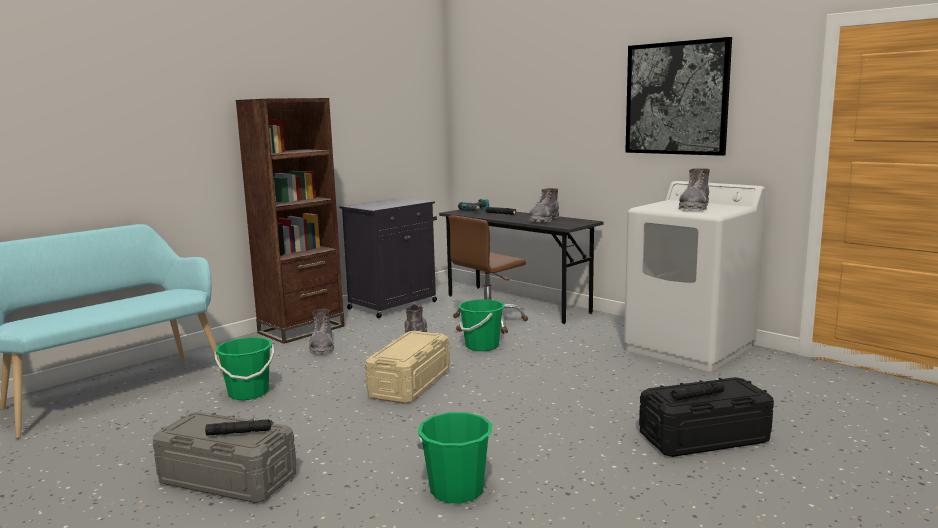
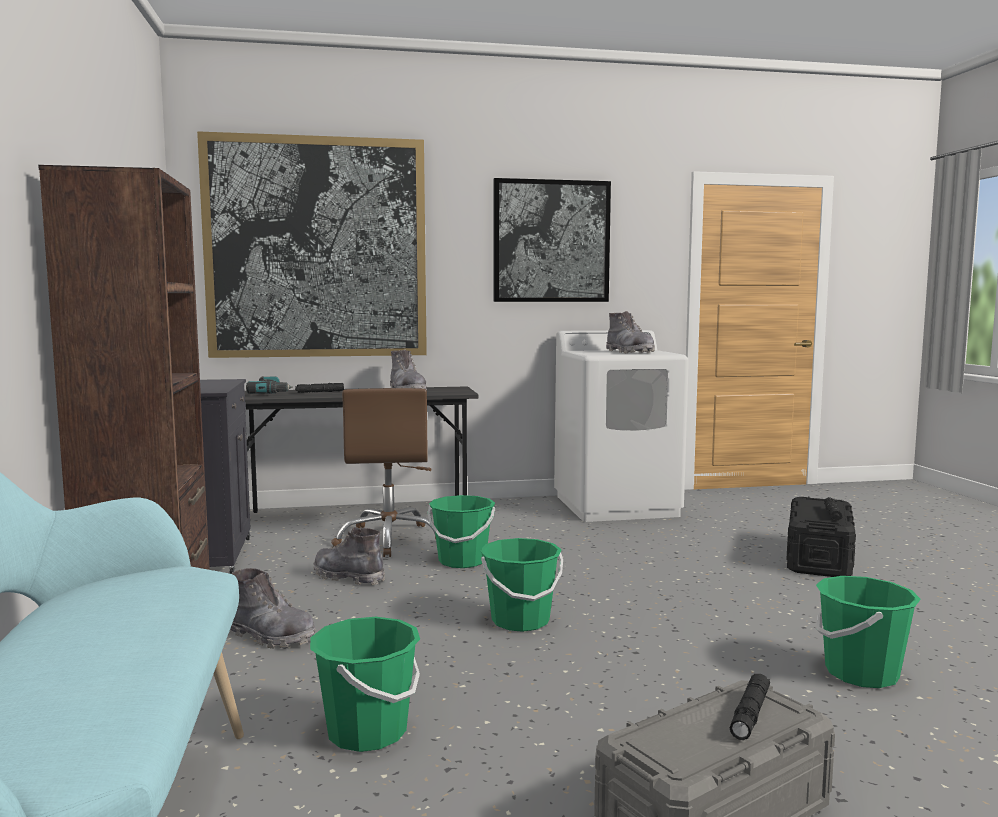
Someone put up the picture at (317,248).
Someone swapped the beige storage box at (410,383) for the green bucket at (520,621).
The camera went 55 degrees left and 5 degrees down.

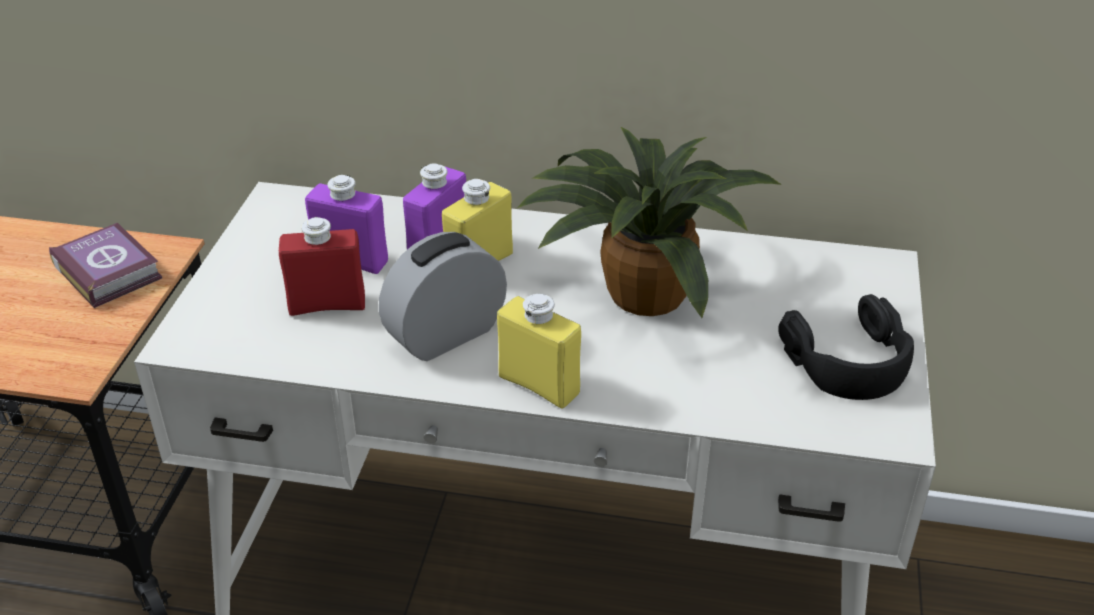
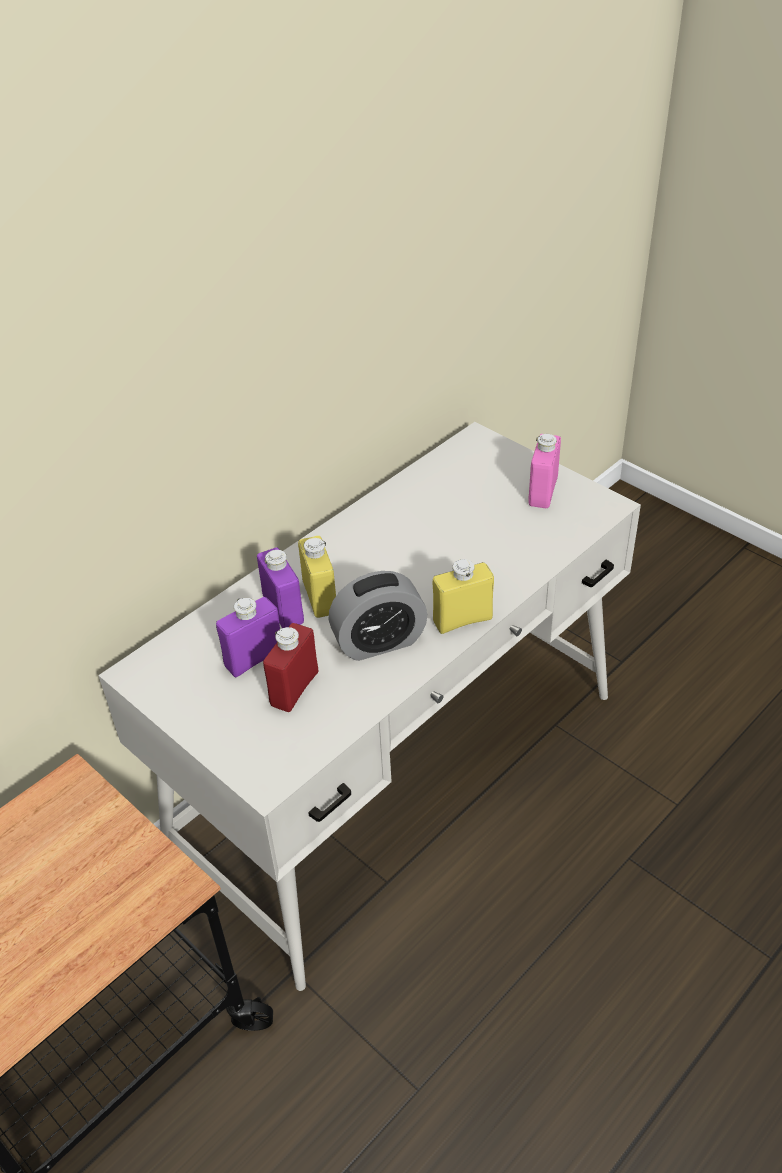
Someone rotated the alarm clock at (446,335) by 105 degrees counterclockwise.
Someone swapped the black headphones at (849,361) for the pink bottle at (543,492).
Someone took away the book at (108,270).
Someone took away the potted plant at (640,291).
The camera went 55 degrees left and 5 degrees up.

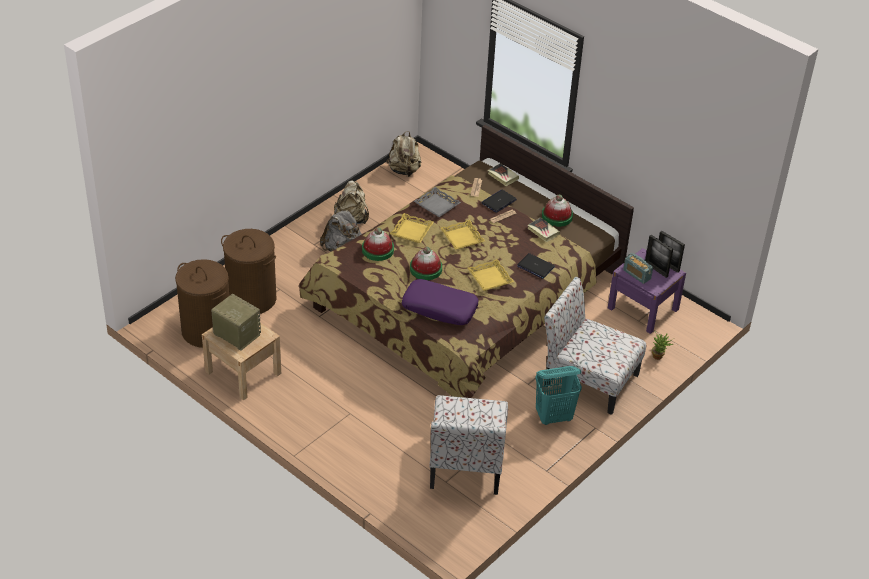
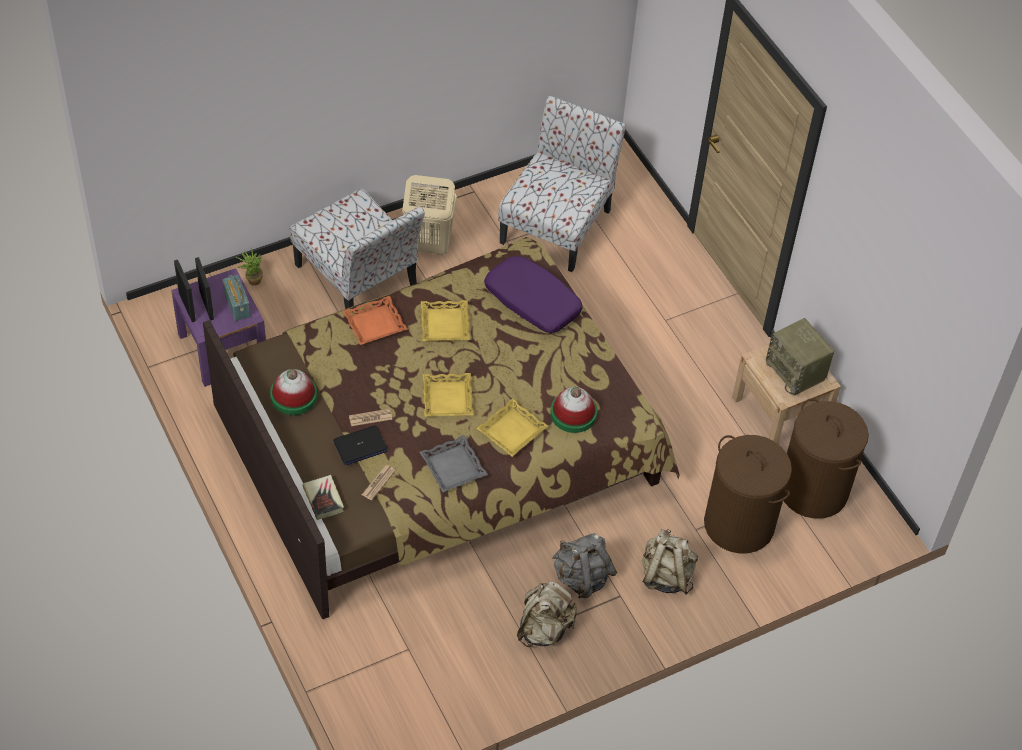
Someone swapped the laptop at (535,266) for the orange tray at (375,324).
Someone repainted the turquoise laundry basket at (554,417), which became the beige laundry basket at (428,245).
Someone carried the beige backpack from (404,170) to (666,575).
Someone took away the hat at (426,269).
Someone took away the book at (543,231).
The camera went 160 degrees left and 10 degrees up.

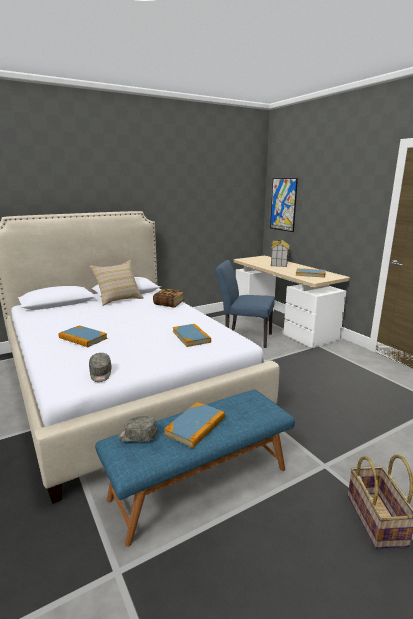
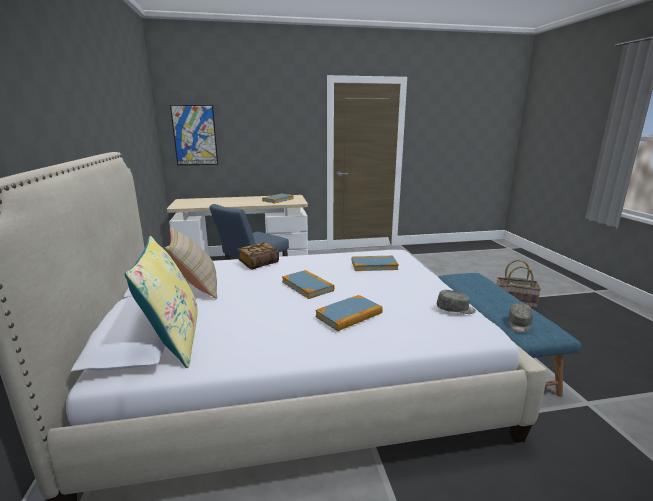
Someone put down the yellow pillow at (173,340).
Someone carried the book from (195,426) to (307,286).
Someone took away the toy house at (279,263).
The camera went 70 degrees left and 0 degrees up.

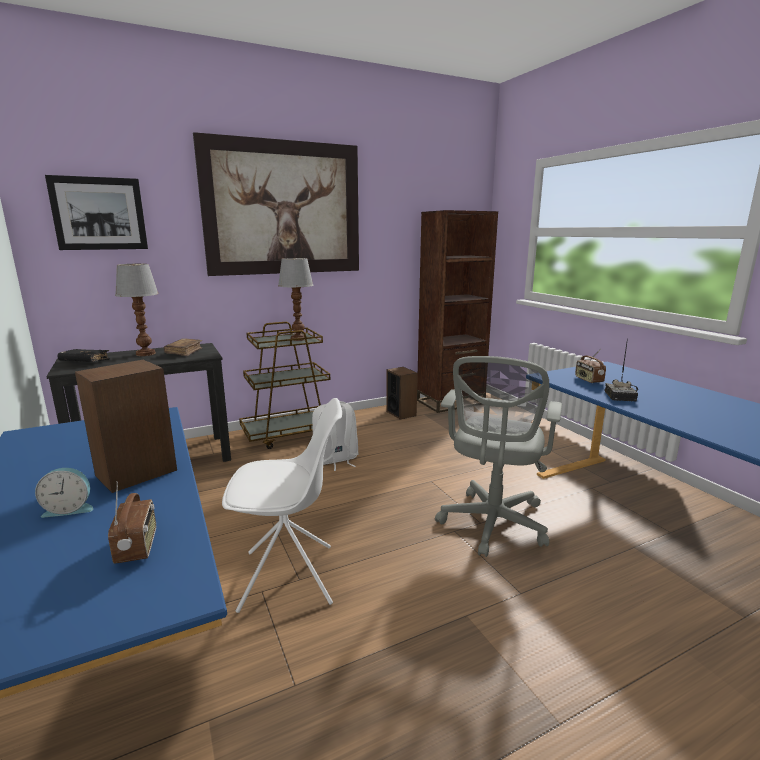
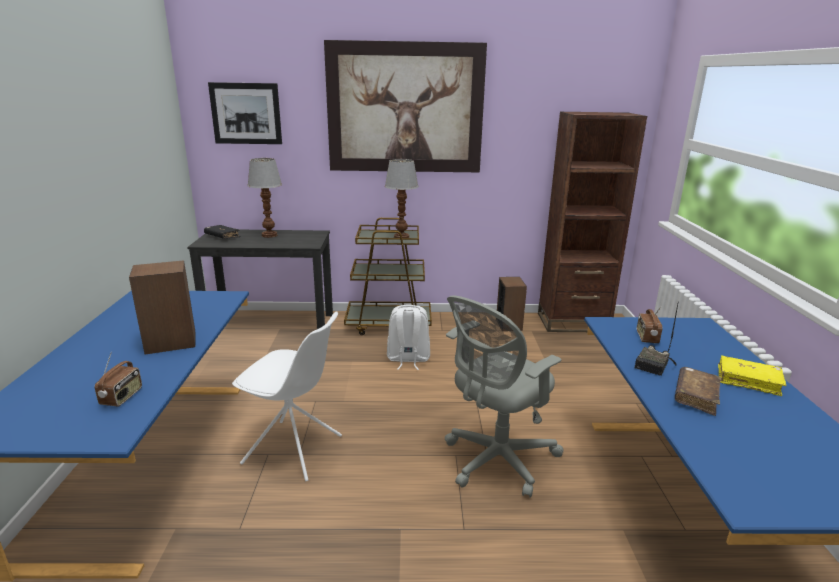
Someone carried the brown book from (184,352) to (696,396).
Someone put down the yellow book at (748,381).
Someone took away the alarm clock at (69,509).
The camera went 25 degrees right and 5 degrees up.

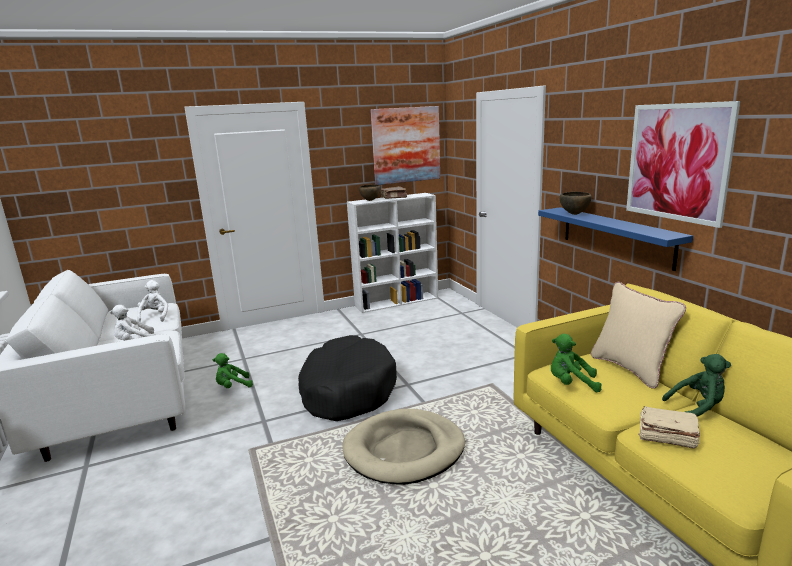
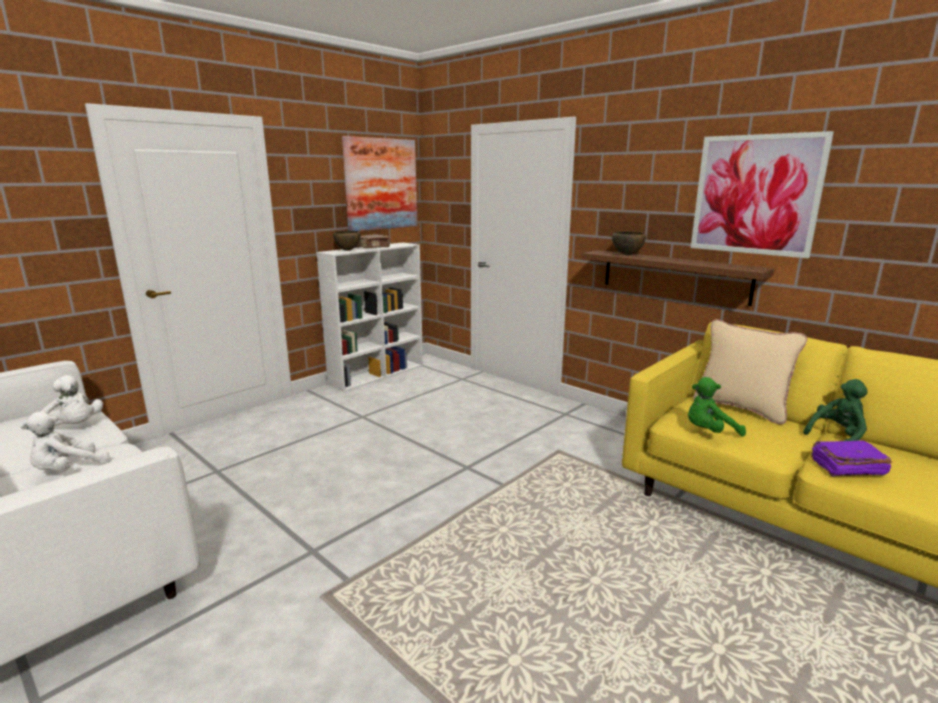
Someone rotated the white plush toy at (155,316) by 150 degrees clockwise.
Someone repainted the blue shelf at (615,236), which became the brown shelf at (674,276).
Someone repainted the beige book at (666,436), which became the purple book at (846,468).
Someone took away the green plush toy at (233,387).
Someone took away the black dog bed at (347,390).
Someone took away the beige dog bed at (404,450).
The camera went 25 degrees left and 0 degrees up.

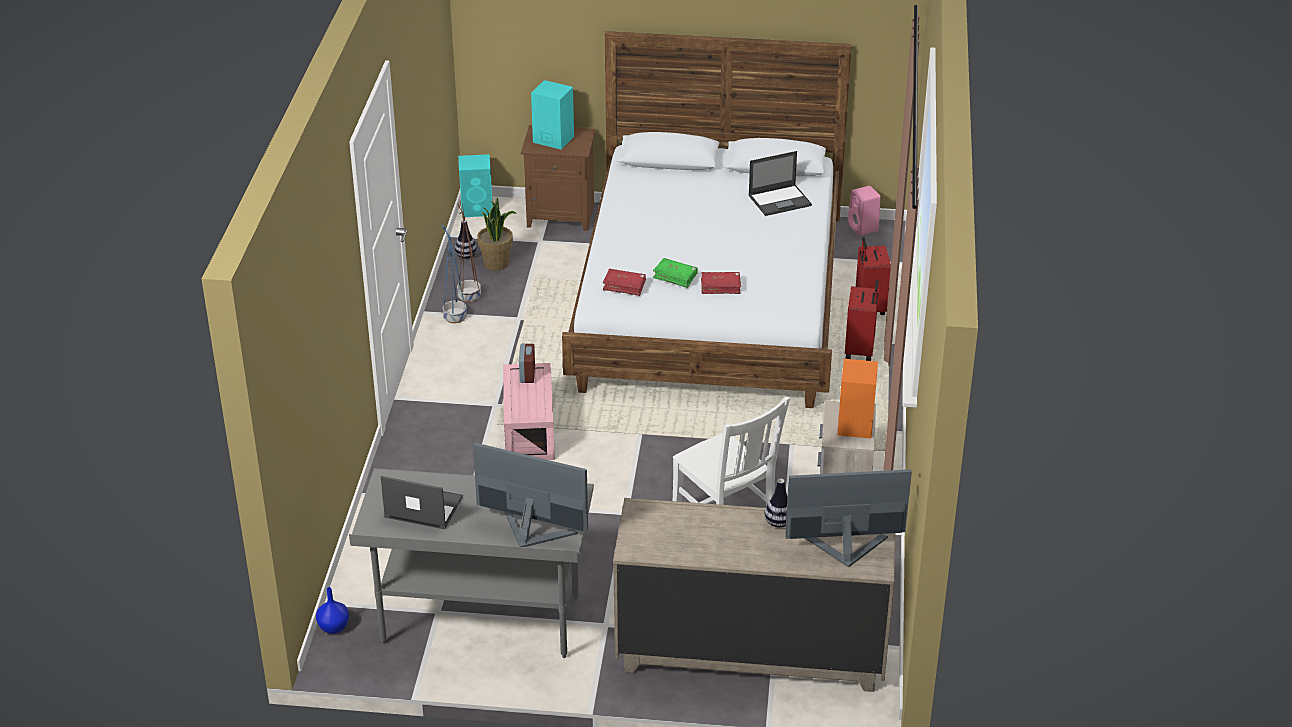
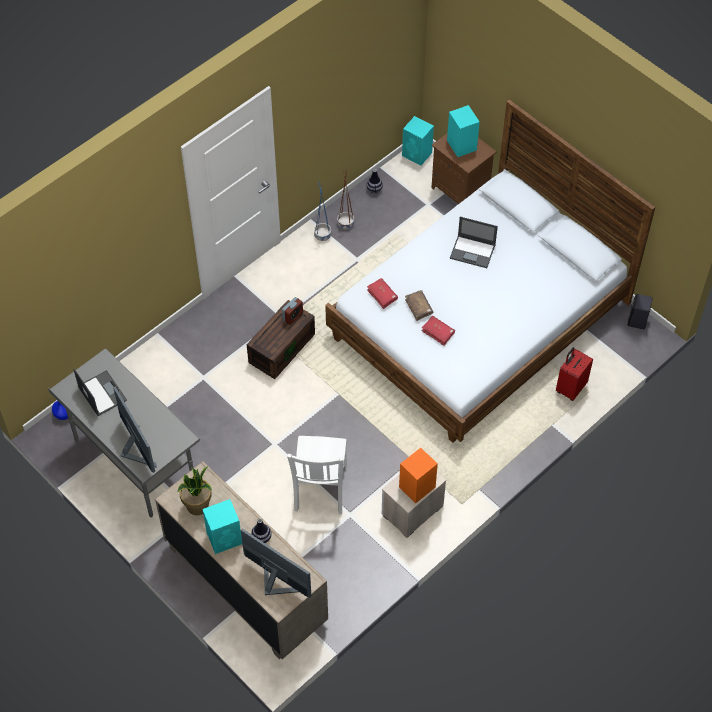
Someone carried the potted plant from (497,264) to (198,506).
Someone put down the turquoise speaker at (225,538).
Someone repainted the pink storage box at (527,429), which became the brown storage box at (281,347).
Someone repainted the green book at (675,277), which became the brown book at (419,307).
Someone carried the laptop from (780,200) to (473,251).
Someone repainted the pink speaker at (863,228), which became the black speaker at (637,321).
Someone took away the red suitcase at (860,351).
The camera went 40 degrees right and 20 degrees up.

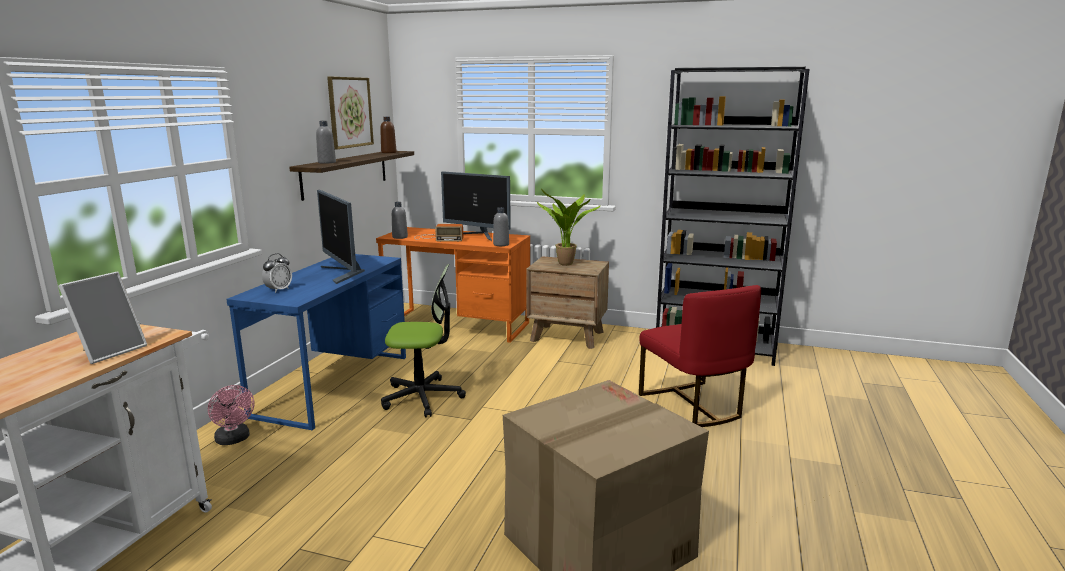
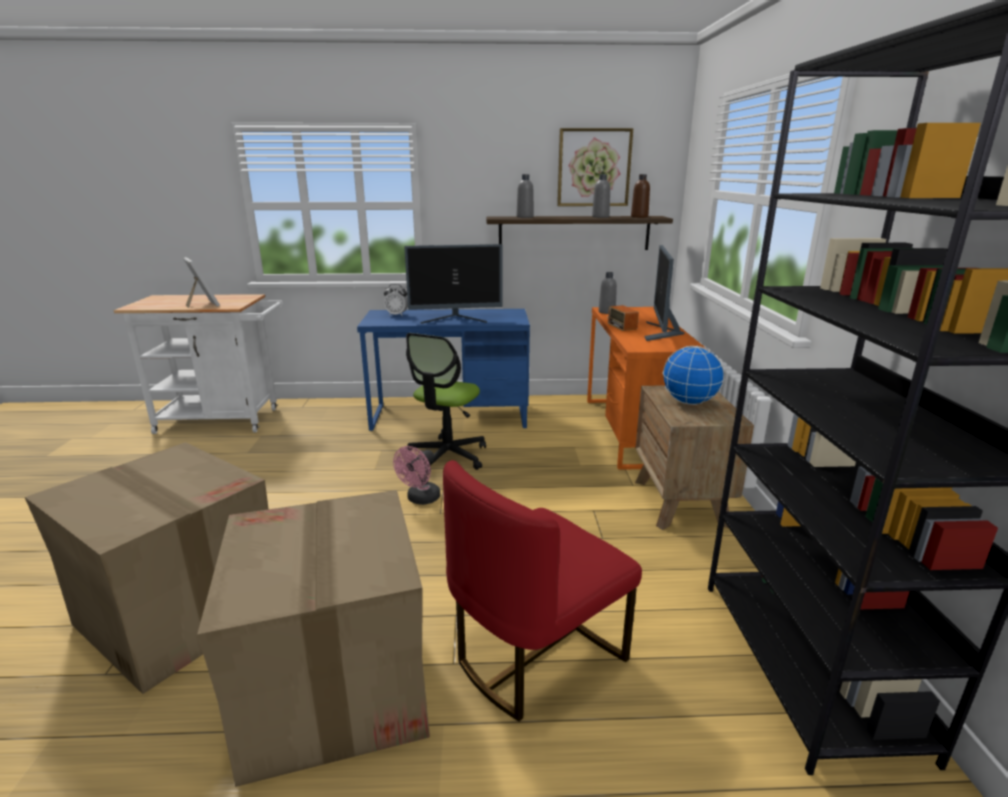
Someone rotated the picture frame at (110,351) by 135 degrees counterclockwise.
Someone put down the cardboard box at (334,687).
Someone carried the pink fan from (234,440) to (420,499).
Someone rotated the monitor at (343,274) by 135 degrees counterclockwise.
Someone rotated the office chair at (422,397) by 45 degrees clockwise.
Someone carried the grey bottle from (501,244) to (600,217).
Someone swapped the potted plant at (566,264) for the globe at (690,402).
The camera went 70 degrees right and 5 degrees up.

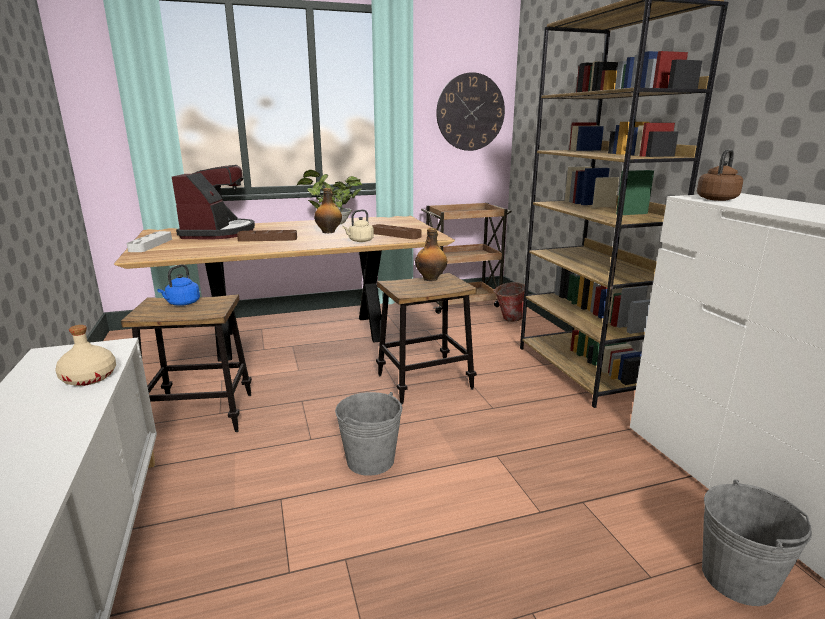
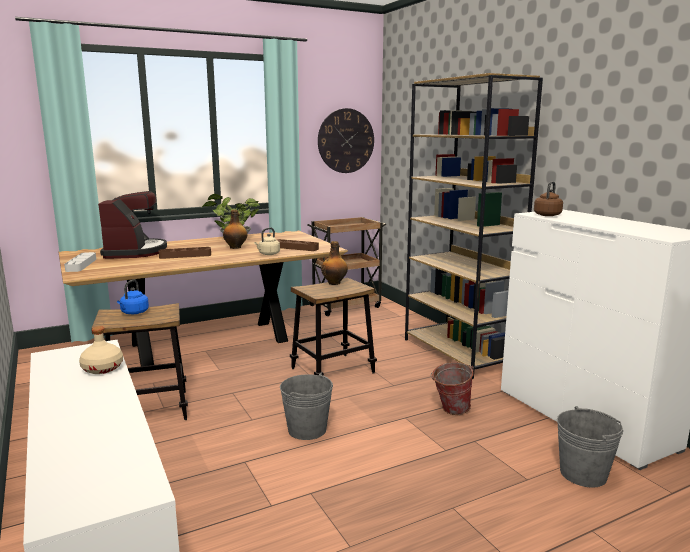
Someone carried the bucket from (508,319) to (450,411).
The camera went 10 degrees left and 5 degrees down.

